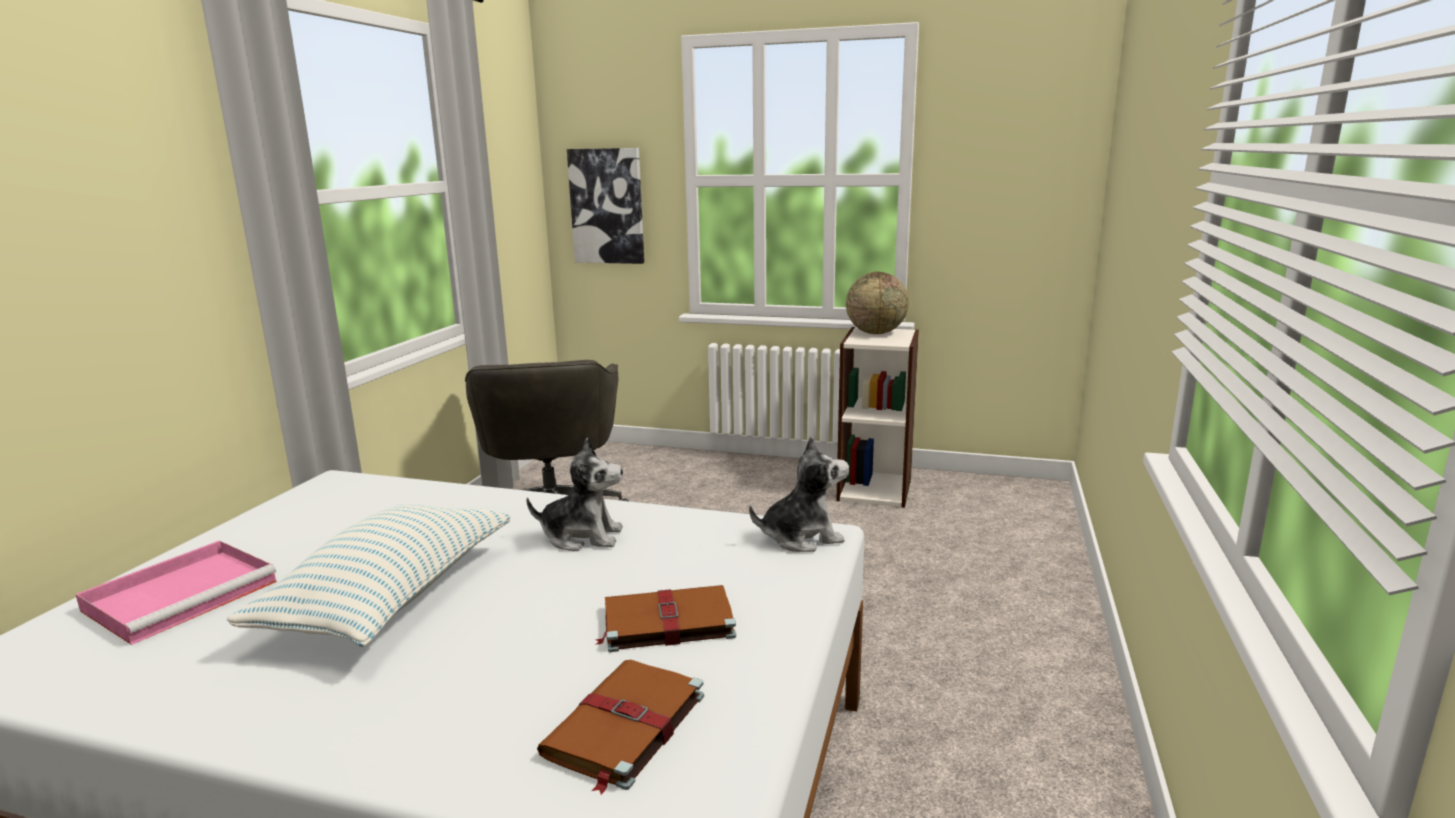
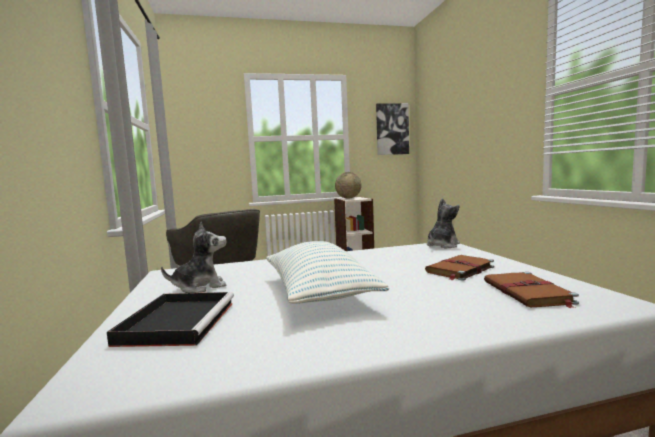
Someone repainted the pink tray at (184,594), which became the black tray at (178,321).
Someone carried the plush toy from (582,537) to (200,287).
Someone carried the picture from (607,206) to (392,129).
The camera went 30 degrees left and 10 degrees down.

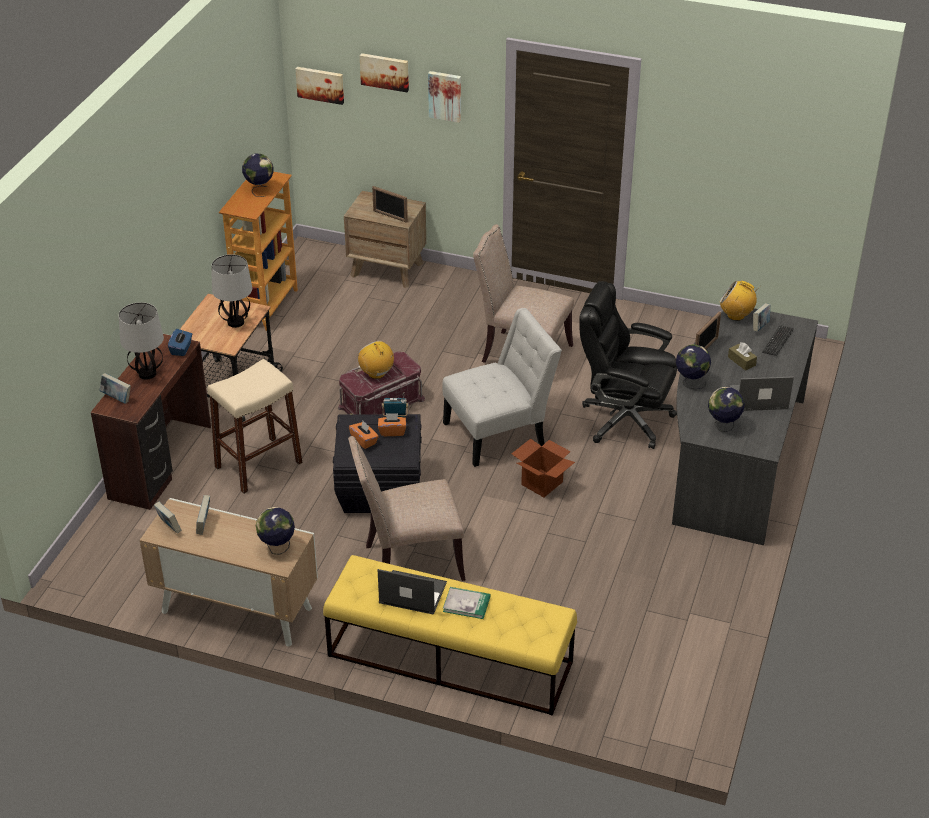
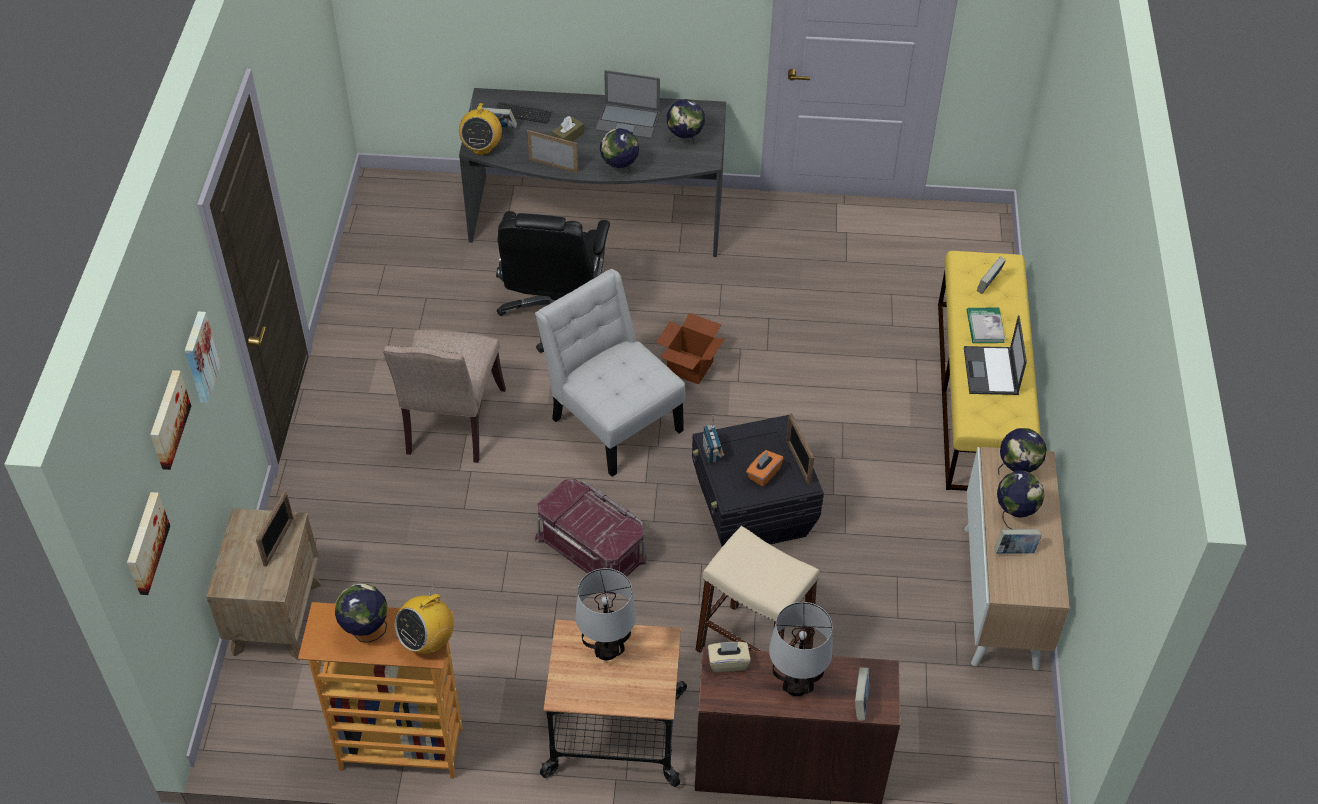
Someone carried the radio from (377,373) to (427,640).
Someone rotated the laptop at (758,398) by 60 degrees counterclockwise.
Someone repainted the blue tissue box at (181,349), which became the beige tissue box at (728,662).
Someone put down the picture frame at (798,462).
Someone carried the book from (169,527) to (988,285).
Someone put down the globe at (1014,515).
Someone took away the beige chair at (409,561).
Someone took away the orange tissue box at (392,431).
The camera went 105 degrees left and 10 degrees up.

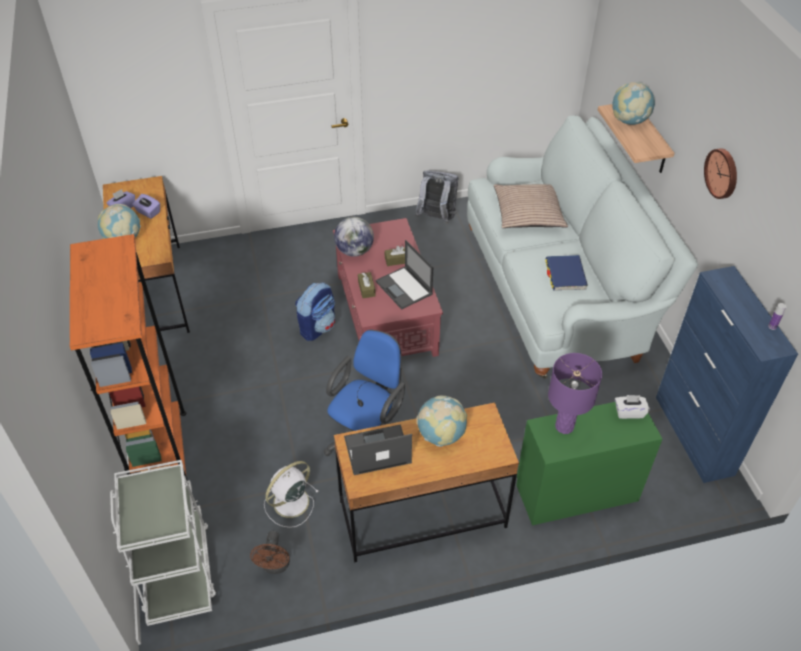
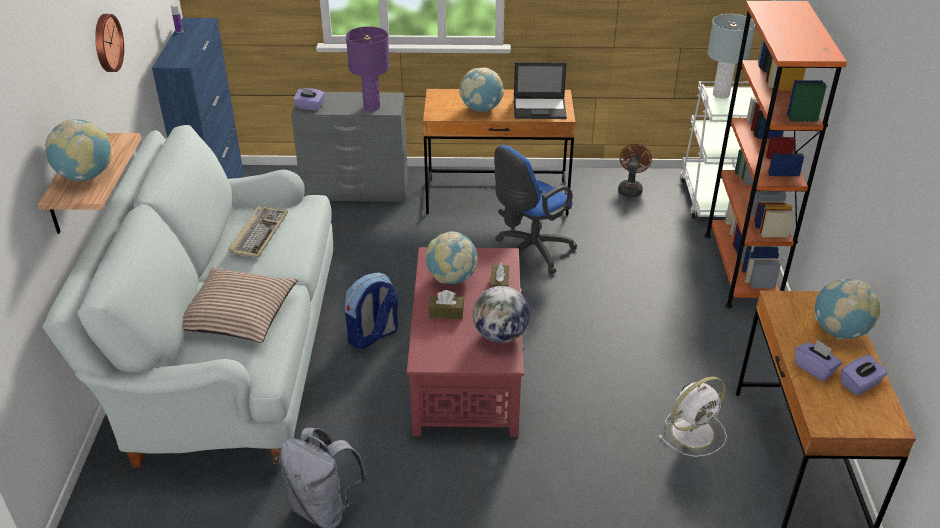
Someone swapped the blue book at (565,274) for the keyboard at (258,234).
Someone repainted the green dresser at (575,491), which became the grey dresser at (356,190).
Someone repainted the white tissue box at (629,412), which became the purple tissue box at (309,107).
Someone carried the backpack from (317,327) to (373,336).
Someone swapped the laptop at (404,288) for the globe at (452,278).
Someone carried the white fan from (289,503) to (694,432).
Someone put down the grey table lamp at (721,94).
The camera went 165 degrees left and 10 degrees down.

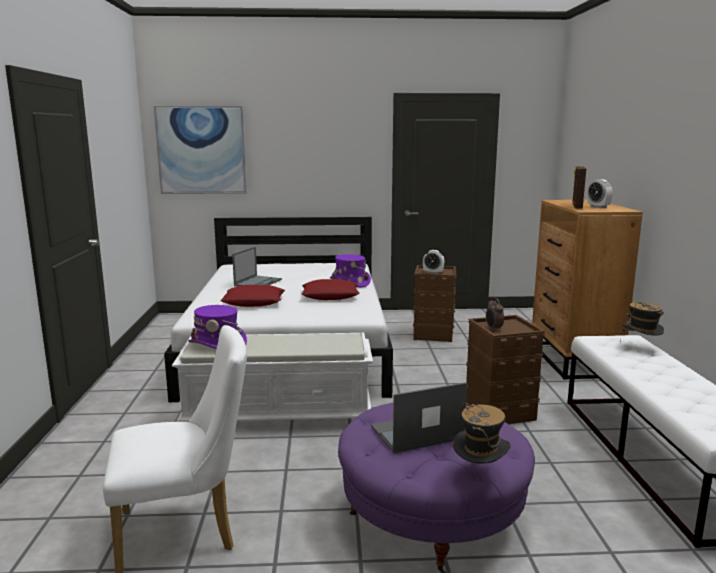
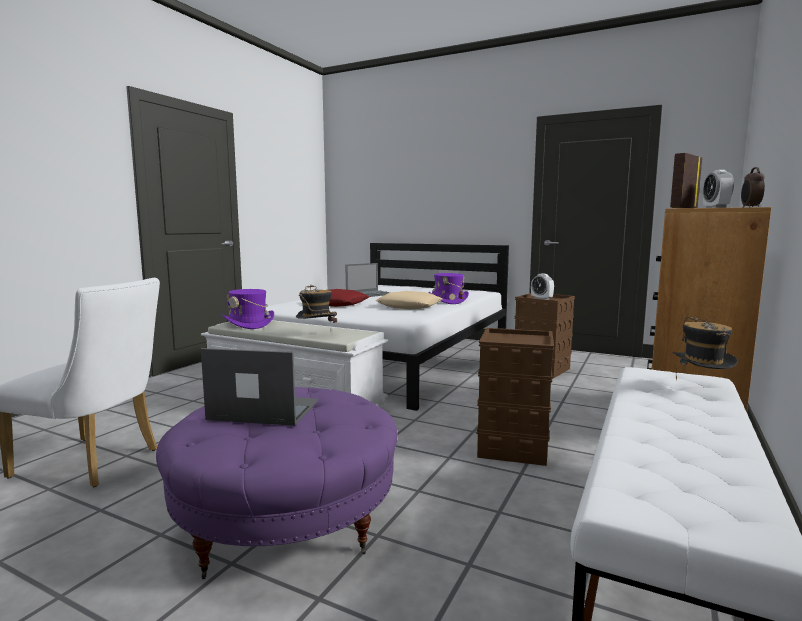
Someone carried the hat from (479,474) to (316,335).
Someone repainted the red pillow at (330,295), which became the beige pillow at (409,306).
Someone carried the alarm clock from (493,329) to (750,207).
Someone took away the picture at (201,150).
The camera went 30 degrees right and 5 degrees down.

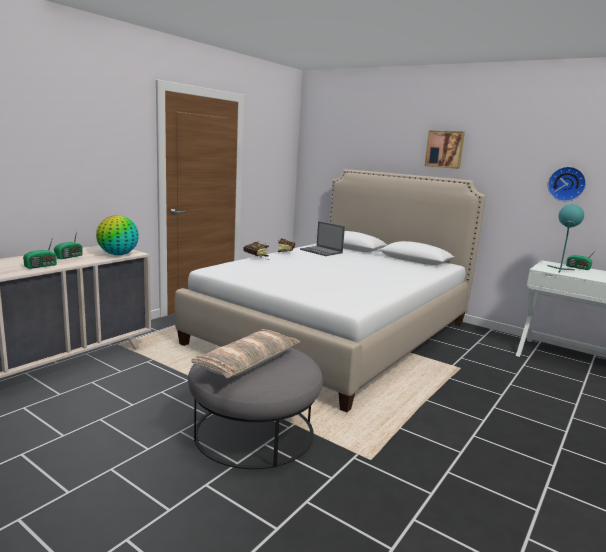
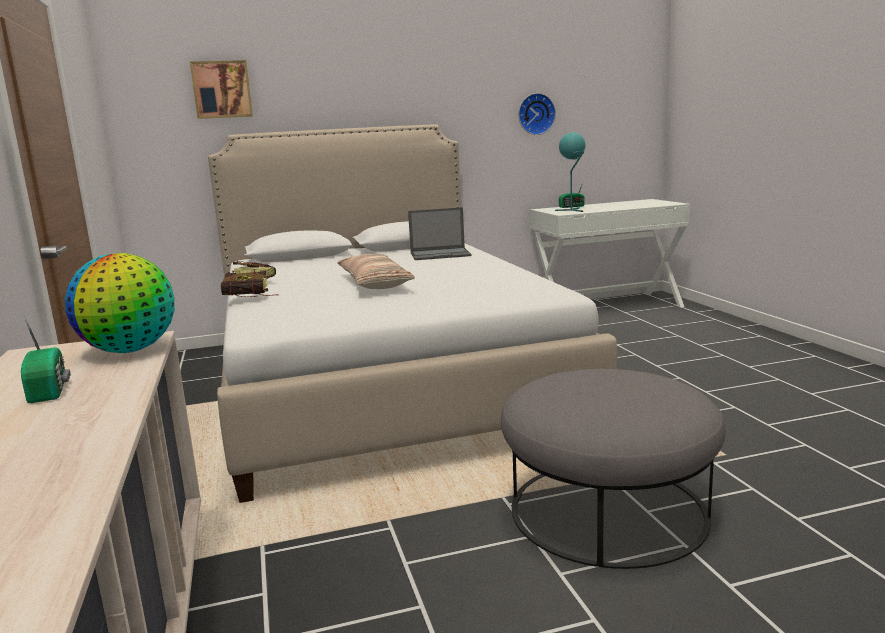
Someone carried the picture from (444,149) to (222,89).
Someone carried the pillow from (247,363) to (374,283).
Someone carried the laptop from (321,251) to (441,254).
Someone took away the radio at (42,266).
The camera went 50 degrees left and 0 degrees up.

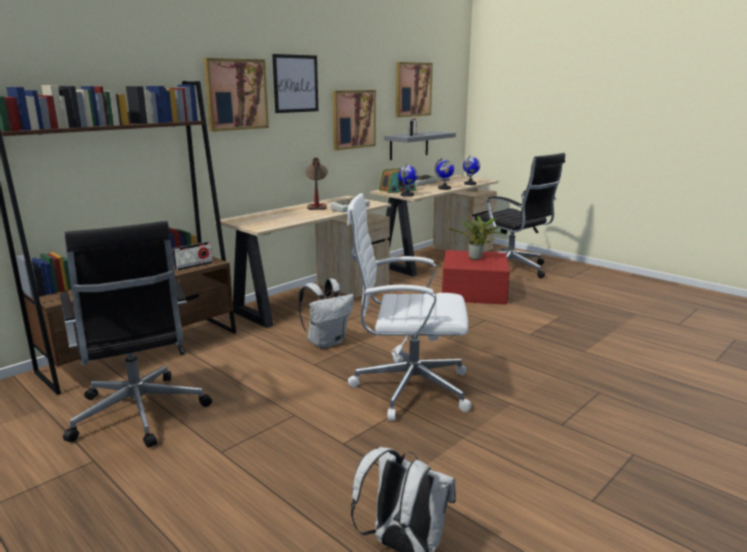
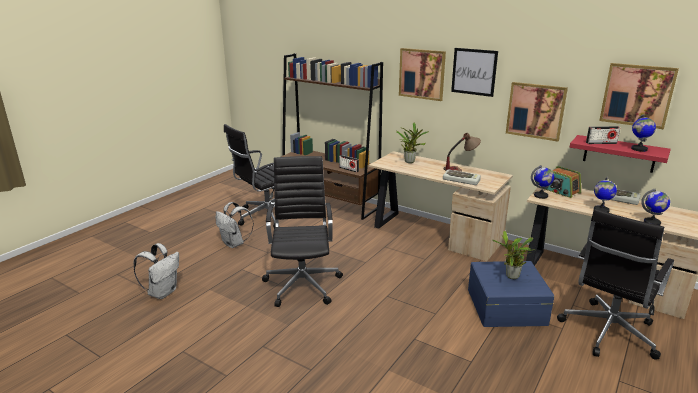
Someone carried the white backpack from (326,342) to (234,244).
Someone repainted the white office chair at (408,388), which became the black office chair at (303,283).
Someone put down the potted plant at (410,161).
Someone repainted the red storage box at (473,292), which became the blue storage box at (505,306).
Someone repainted the grey shelf at (409,145), which became the red shelf at (619,154).
Someone put down the globe at (639,149).
The camera went 80 degrees right and 5 degrees up.

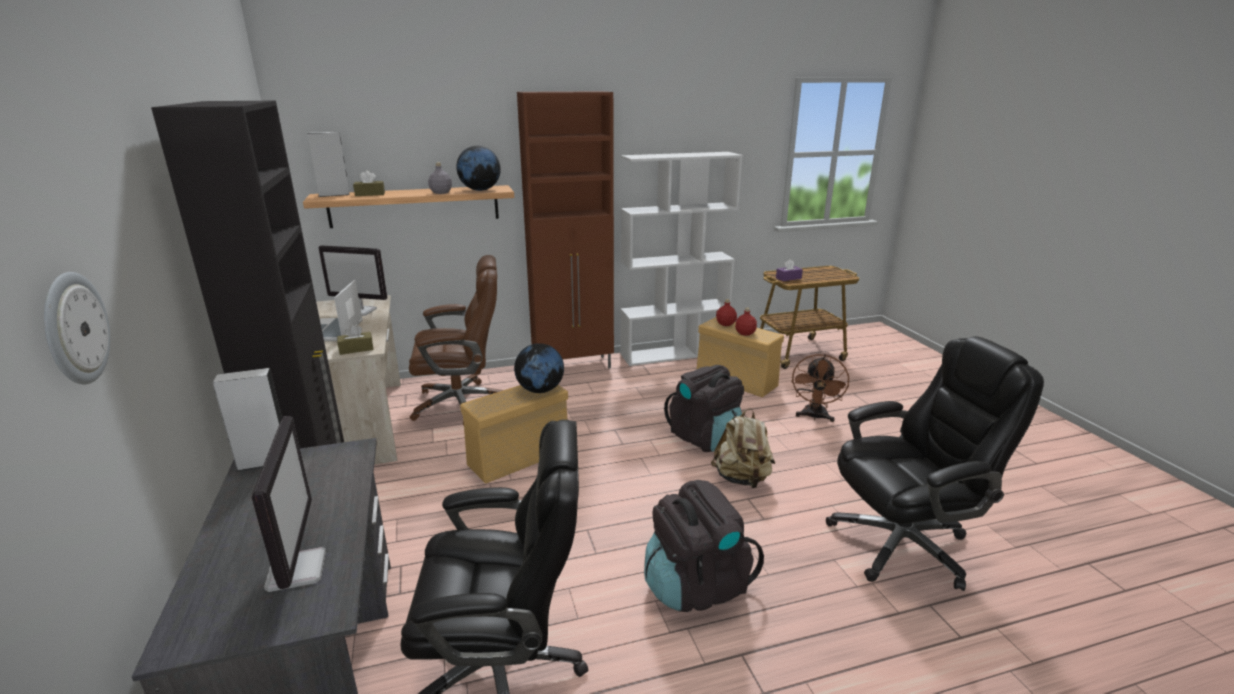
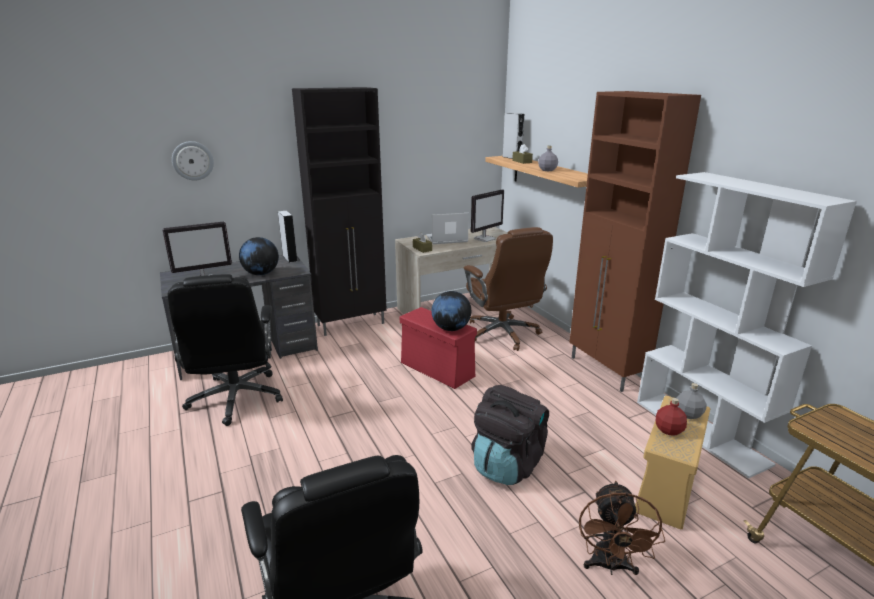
Someone carried the globe from (480,190) to (261,274).
Someone repainted the beige storage box at (520,457), which became the red storage box at (438,370).
Someone rotated the monitor at (361,311) by 135 degrees counterclockwise.
Someone rotated the brown fan at (814,417) by 90 degrees counterclockwise.
Someone repainted the red bottle at (725,324), which became the grey bottle at (688,414).
Someone took away the black backpack at (696,586).
Someone took away the beige backpack at (742,479).
Someone took away the purple tissue box at (788,278).
The camera went 80 degrees right and 0 degrees up.

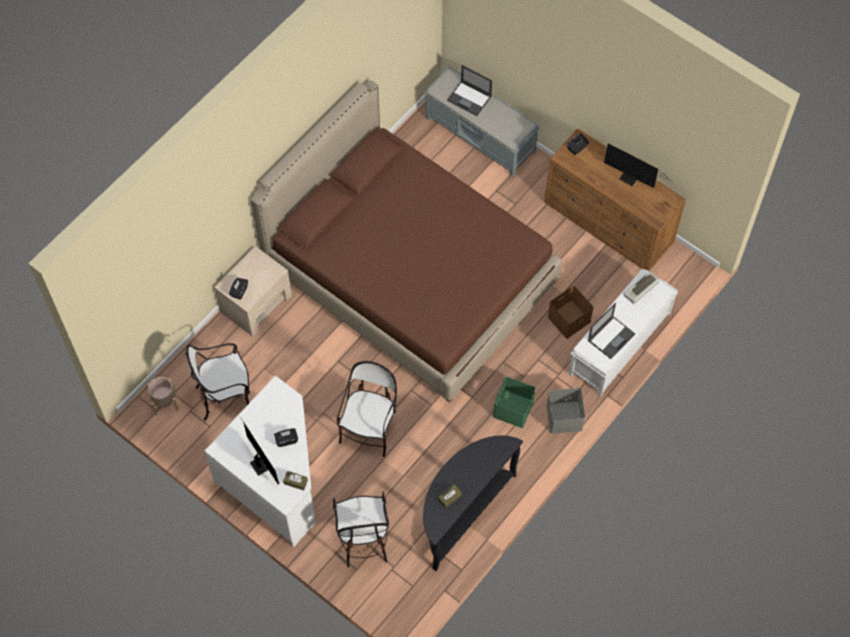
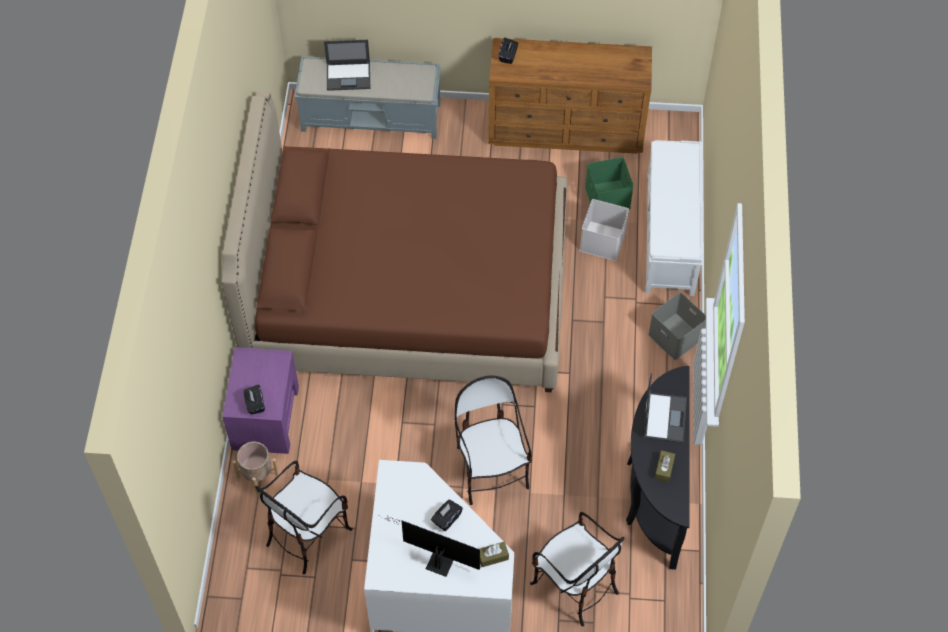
Someone repainted the beige nightstand at (256,303), which became the purple nightstand at (265,417).
Someone carried the beige planter from (165,402) to (258,476).
Someone repainted the brown storage box at (569,318), which became the white storage box at (602,240).
Someone carried the green storage box from (513,409) to (608,198).
Someone carried the laptop from (611,337) to (664,417).
Someone took away the monitor at (631,179).
Someone took away the keyboard at (641,289).
The camera went 35 degrees left and 5 degrees down.

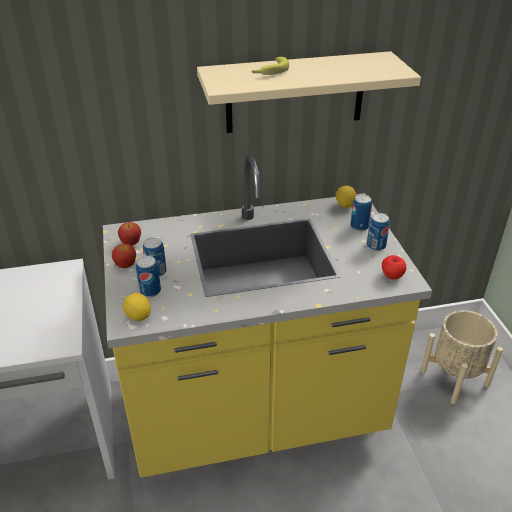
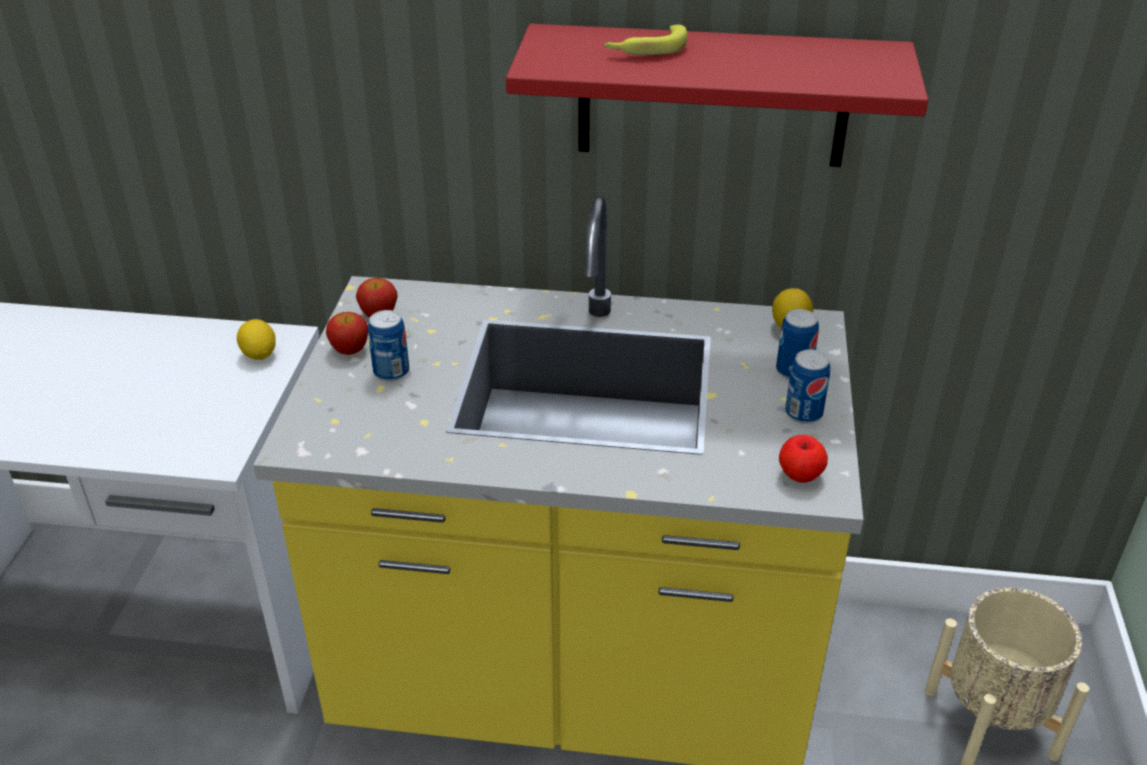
Someone carried the lemon from (138,316) to (259,355).
Someone repainted the beige shelf at (295,93), which became the red shelf at (712,96).
Someone took away the can at (150,291).
The camera went 20 degrees right and 0 degrees up.

